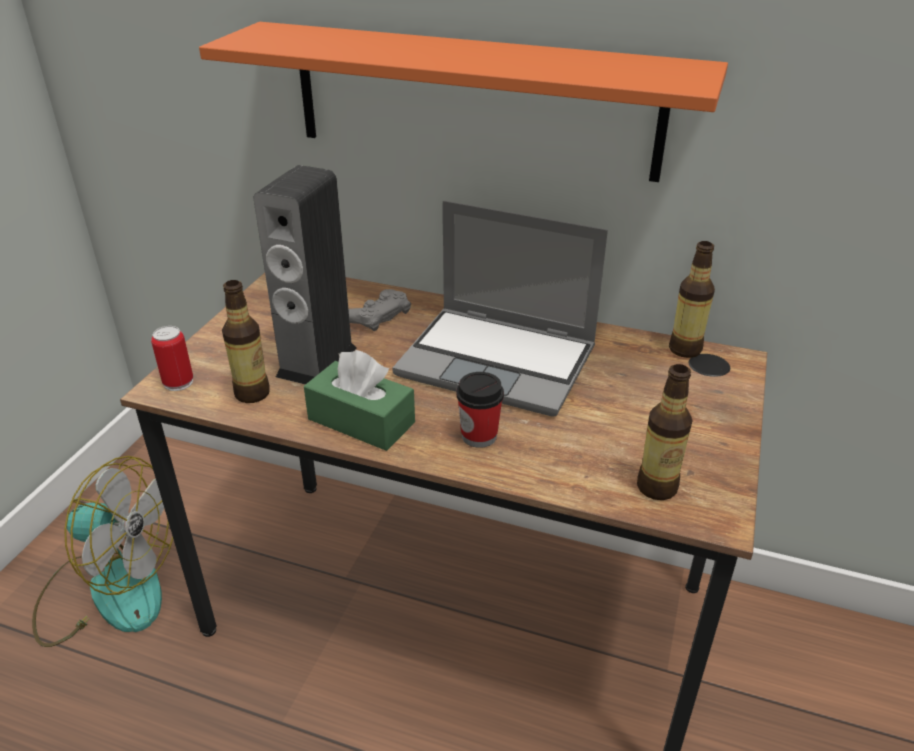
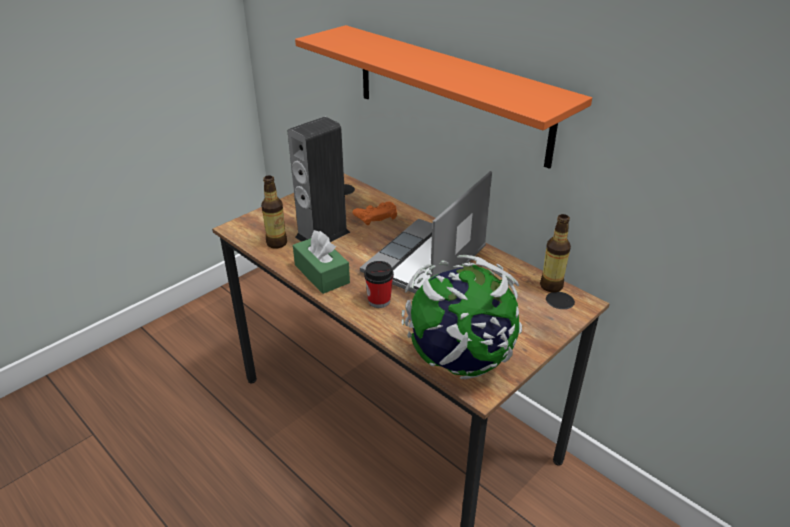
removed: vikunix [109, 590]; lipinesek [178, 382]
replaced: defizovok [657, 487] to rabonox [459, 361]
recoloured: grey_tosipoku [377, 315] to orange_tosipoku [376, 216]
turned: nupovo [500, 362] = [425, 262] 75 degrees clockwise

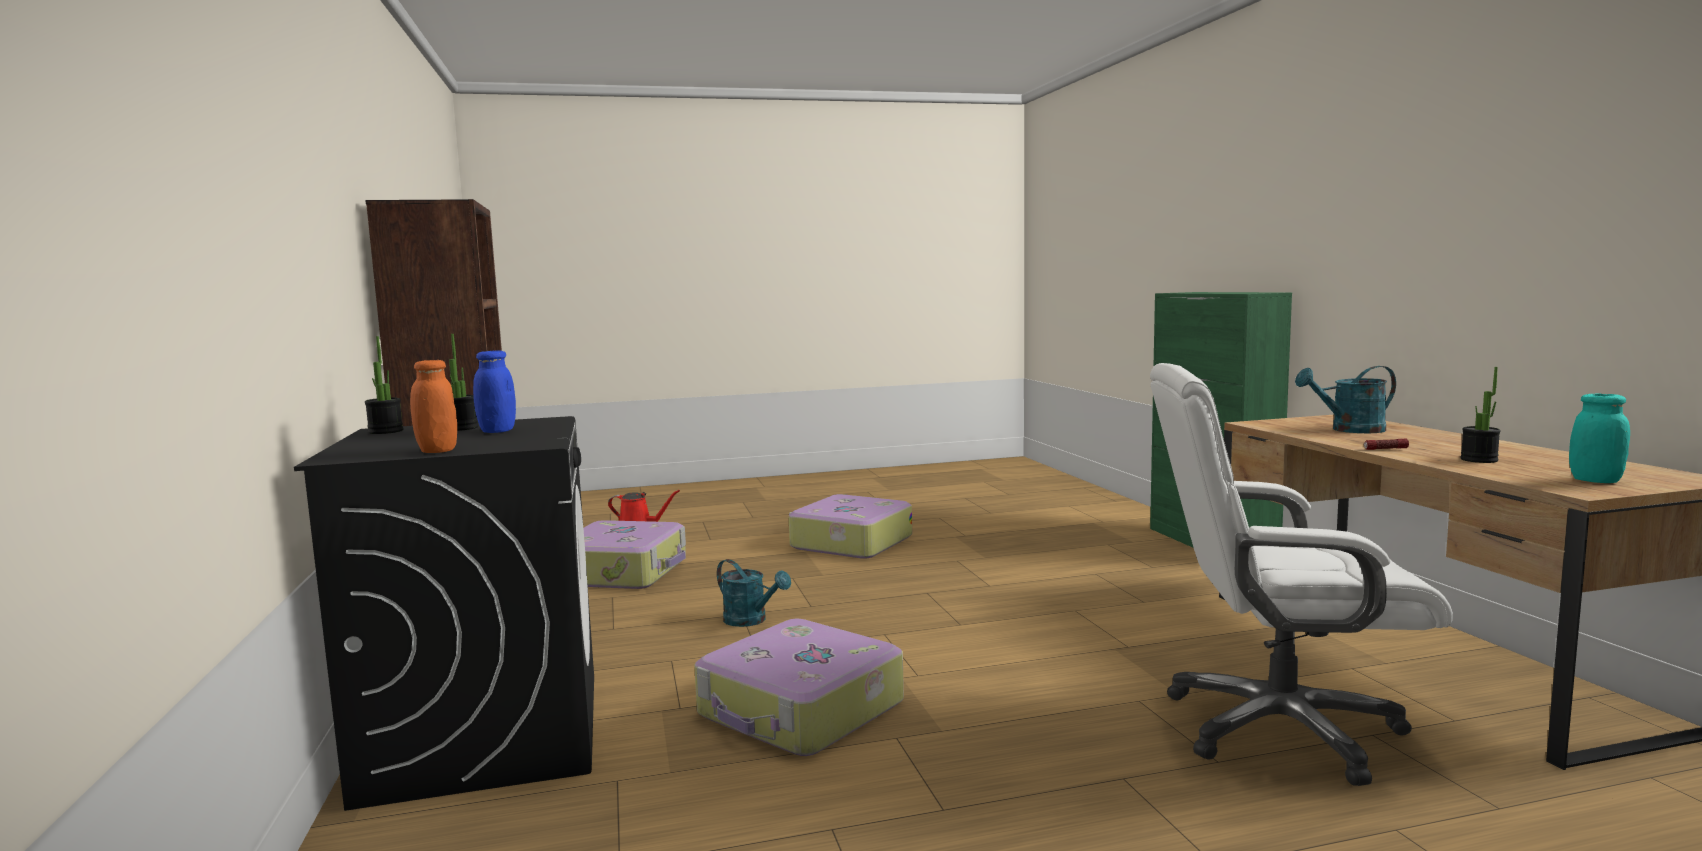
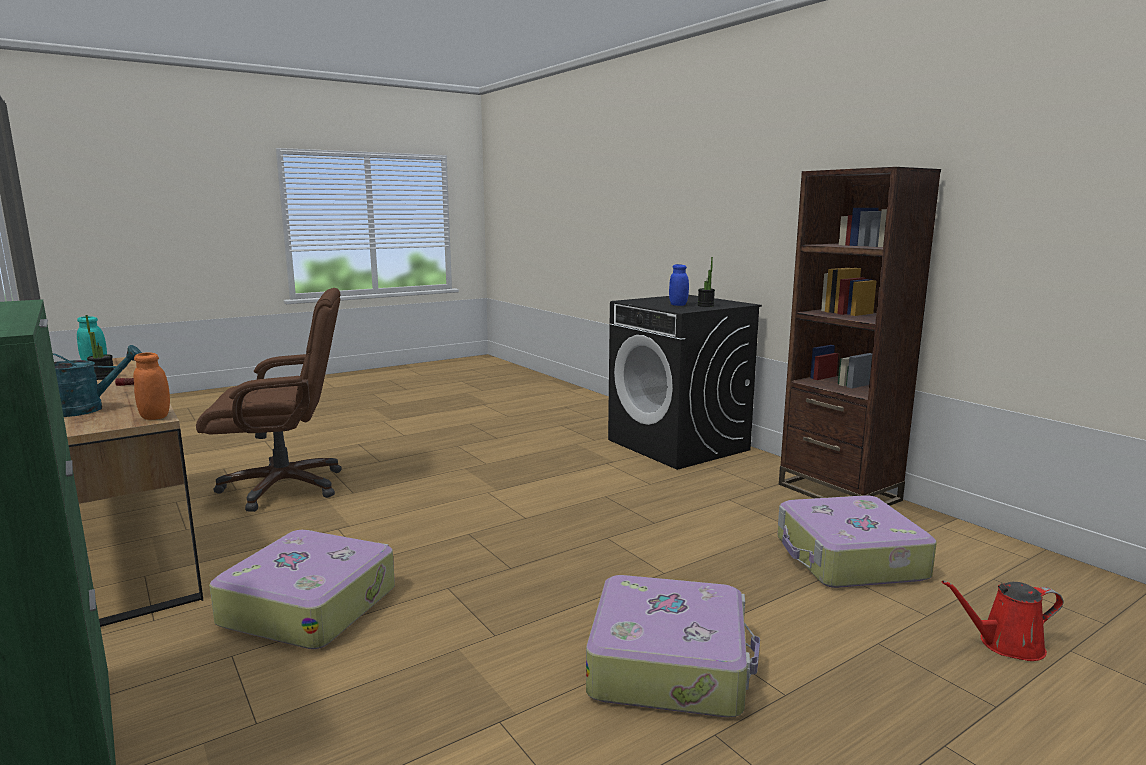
removed: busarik [385, 431]; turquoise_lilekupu [751, 621]
moved: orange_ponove [437, 451] to [155, 417]; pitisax [800, 711] to [309, 605]
recoloured: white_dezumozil [1278, 728] to brown_dezumozil [285, 487]

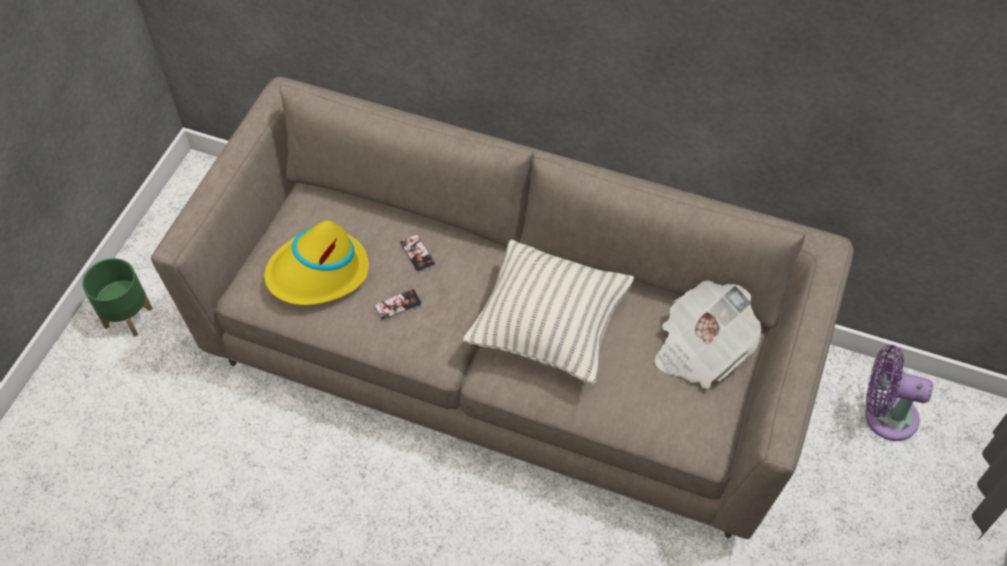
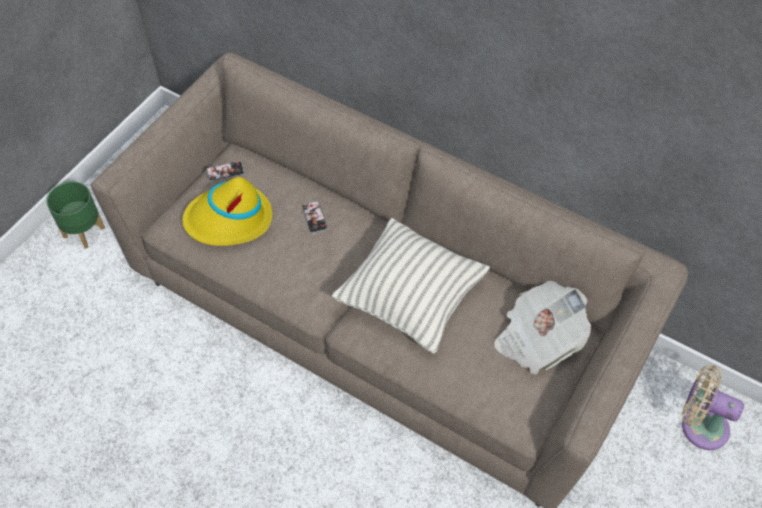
moved: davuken [398, 305] to [225, 172]
recoloured: purple_vikunix [885, 415] to beige_vikunix [699, 425]

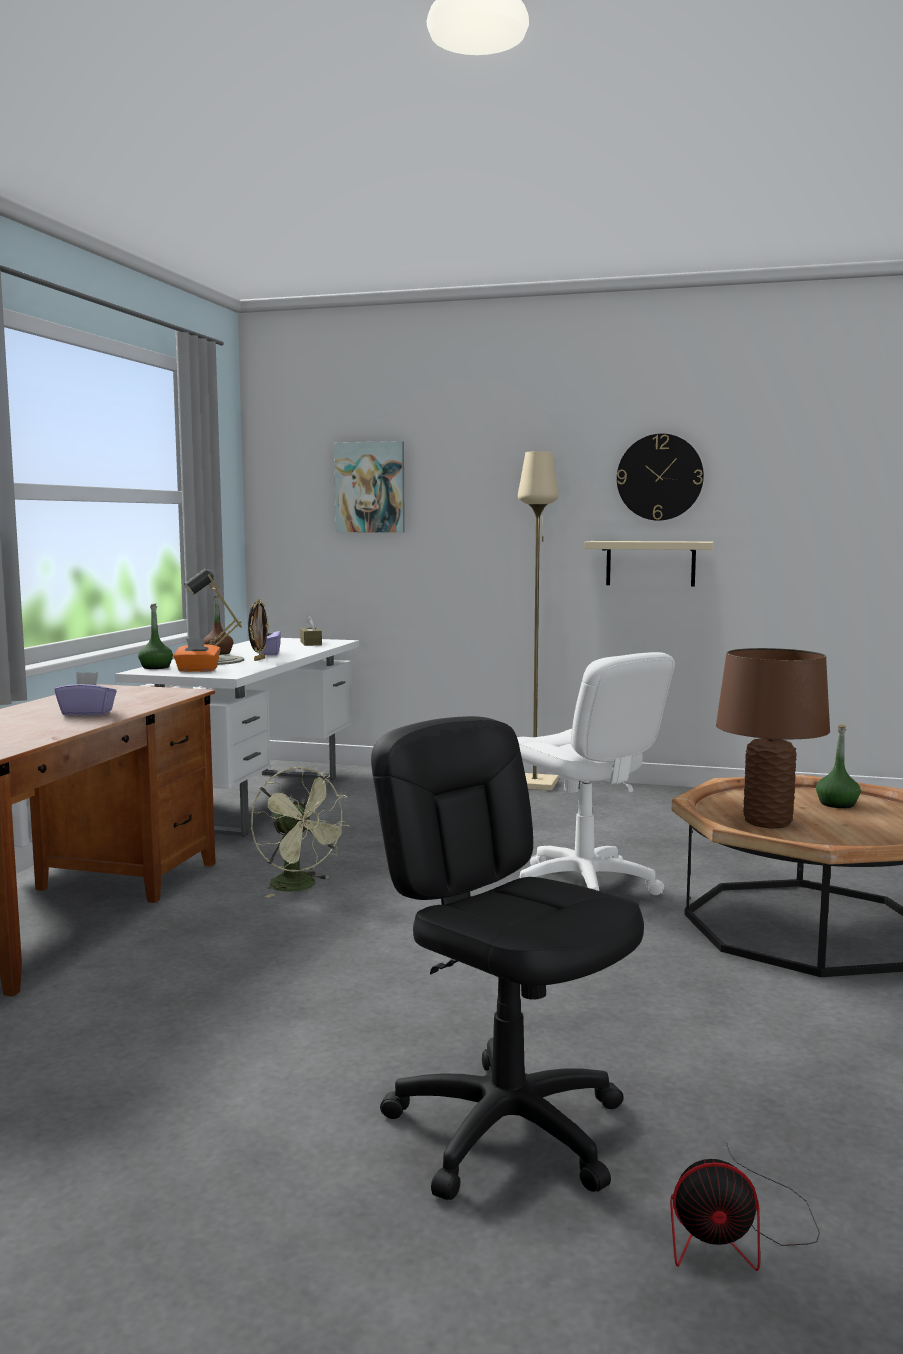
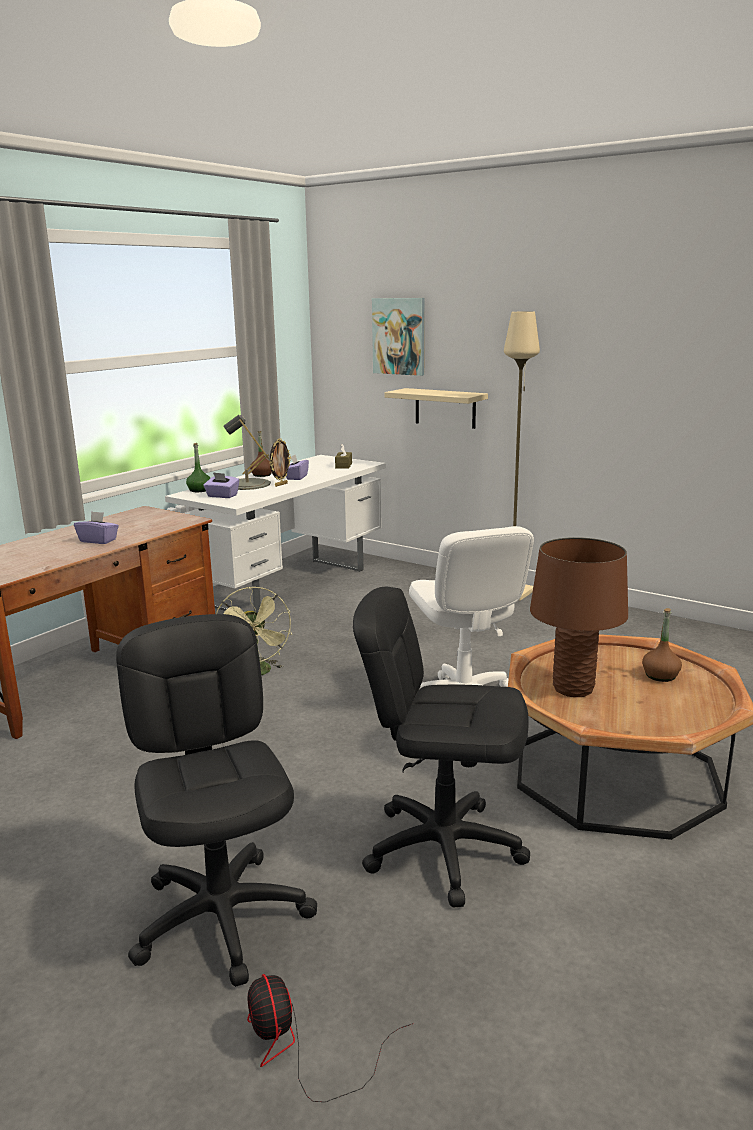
removed: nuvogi [659, 477]
added: black_dezumozil [443, 849]
moved: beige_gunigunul [650, 563] to [445, 408]
recoloured: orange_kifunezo [197, 670] to purple_kifunezo [222, 496]; green_defizovok [837, 804] to brown_defizovok [660, 675]
turned: vikunix [736, 1234] = [300, 1049] 45 degrees clockwise

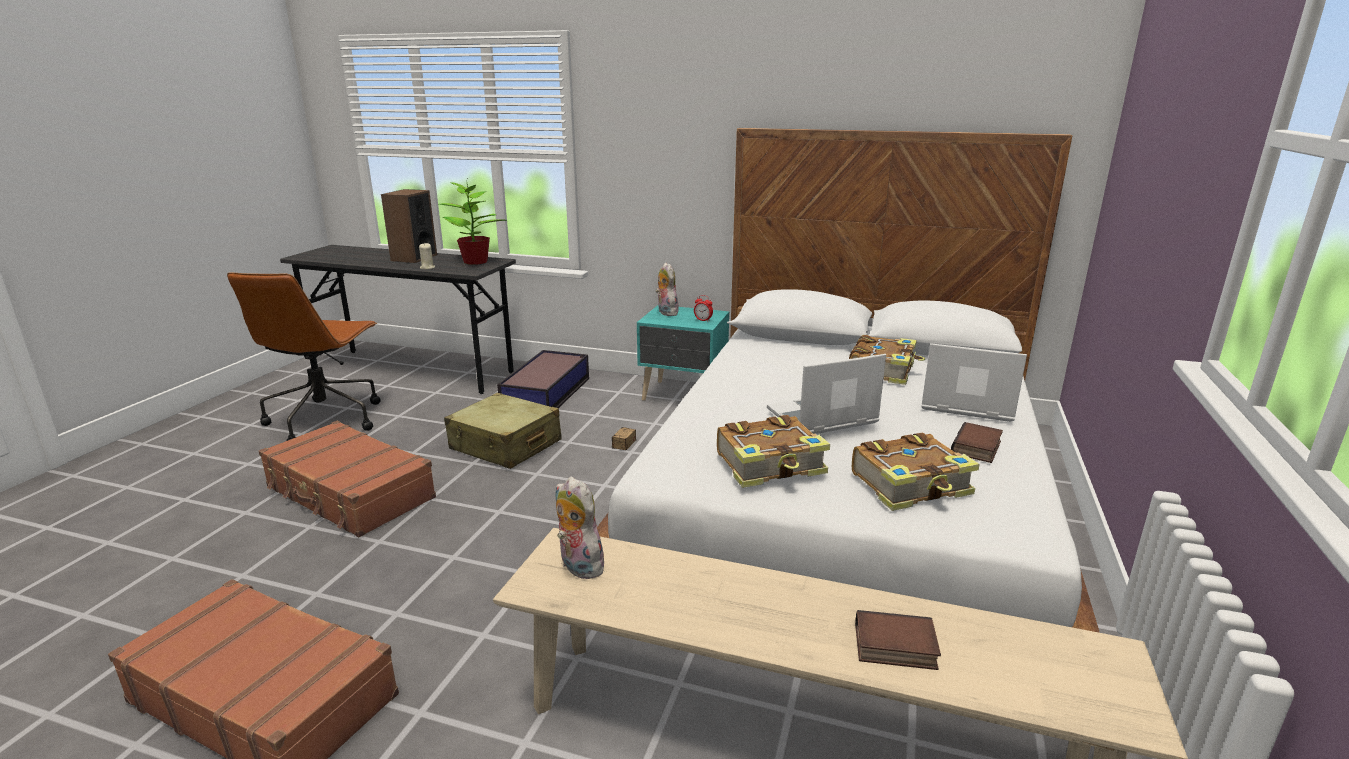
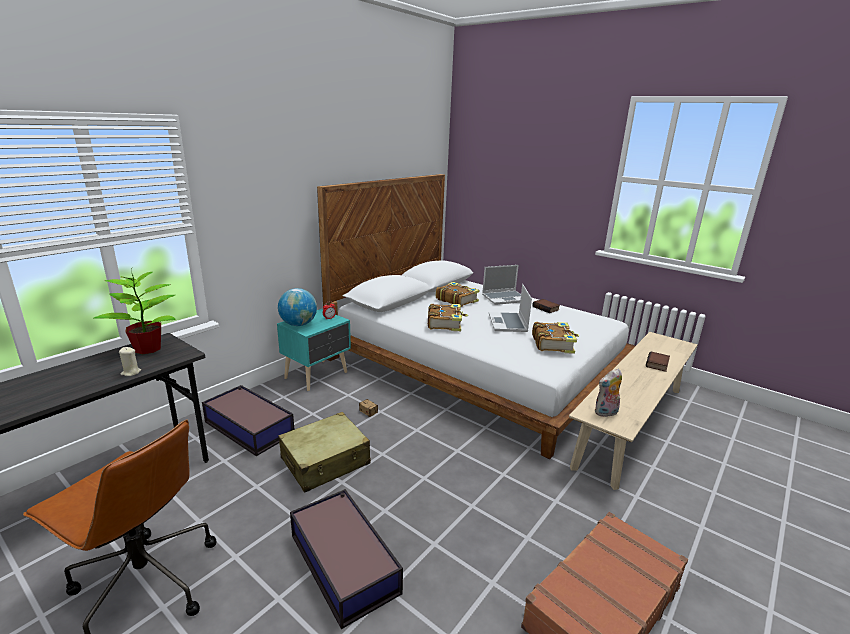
removed: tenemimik [414, 258]
moved: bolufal [912, 485] to [445, 323]
replaced: brown_pitisax [349, 493] to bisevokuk [343, 561]; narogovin [666, 312] to rabonox [298, 324]
turned: nupovo [965, 404] = [505, 298] 150 degrees counterclockwise

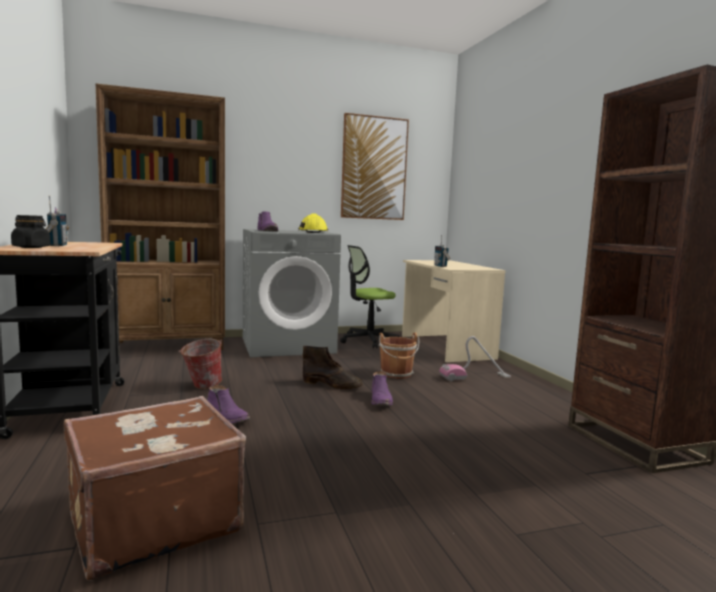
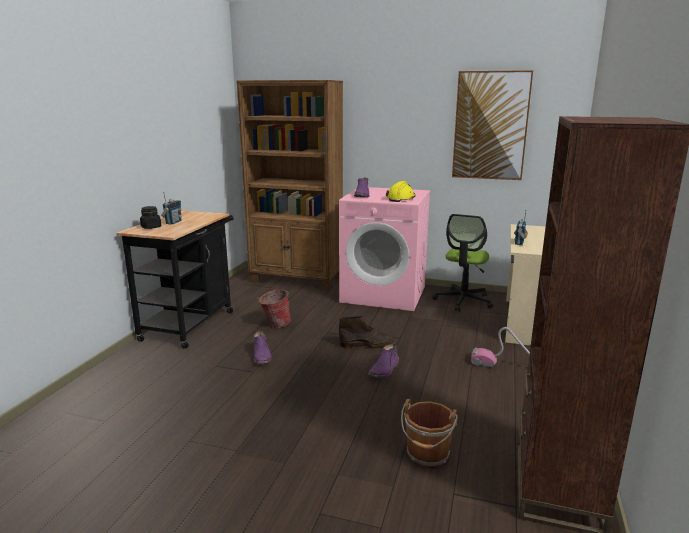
removed: brown_pitisax [152, 521]
moved: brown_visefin [397, 374] to [427, 455]
recoloured: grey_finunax [288, 345] to pink_finunax [384, 294]
turned: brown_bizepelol [332, 384] = [366, 344] 60 degrees counterclockwise; dezumozil [368, 340] = [463, 300] 75 degrees counterclockwise

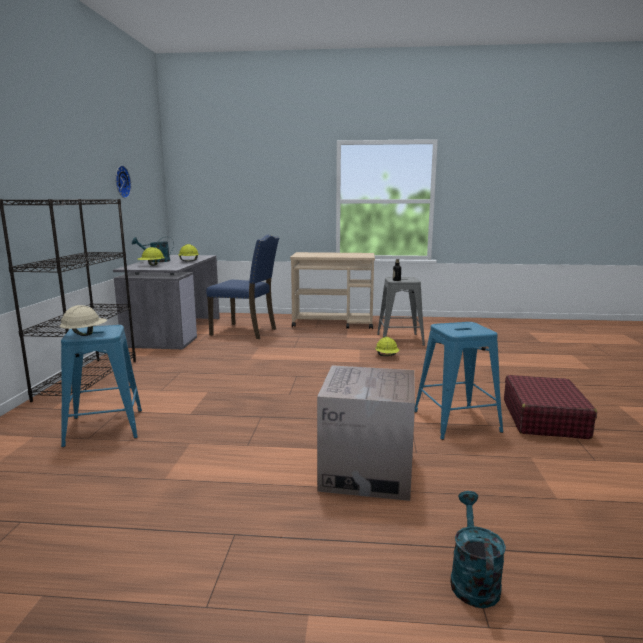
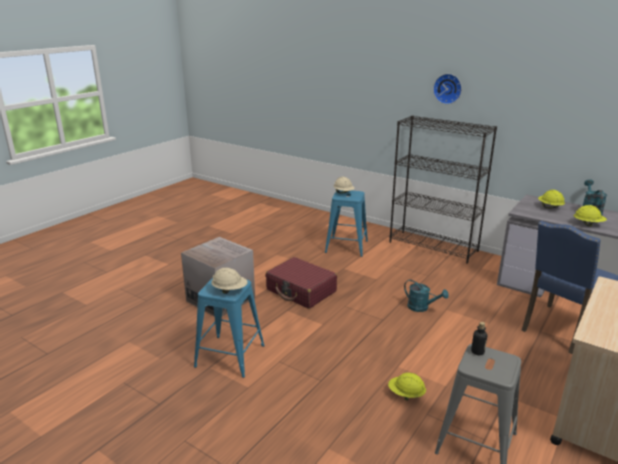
added: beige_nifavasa [230, 290]
moved: nuvogi [120, 181] to [448, 88]; turquoise_lilekupu [472, 579] to [422, 308]; red_pitisax [544, 418] to [301, 291]

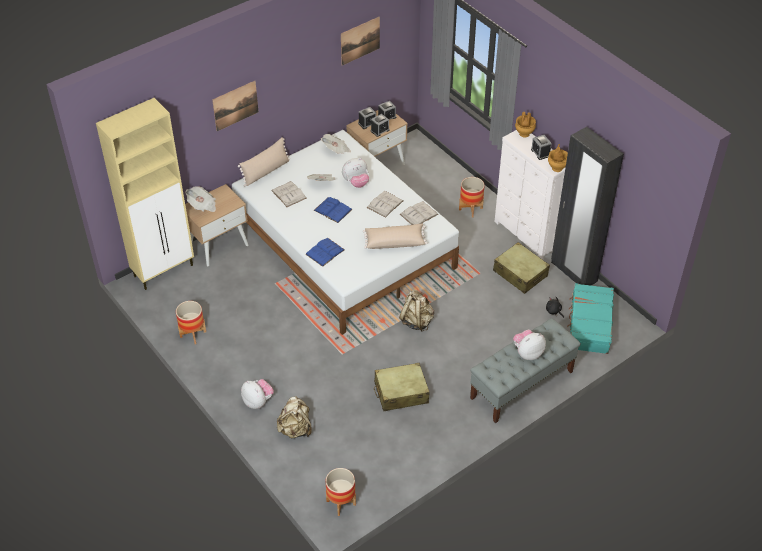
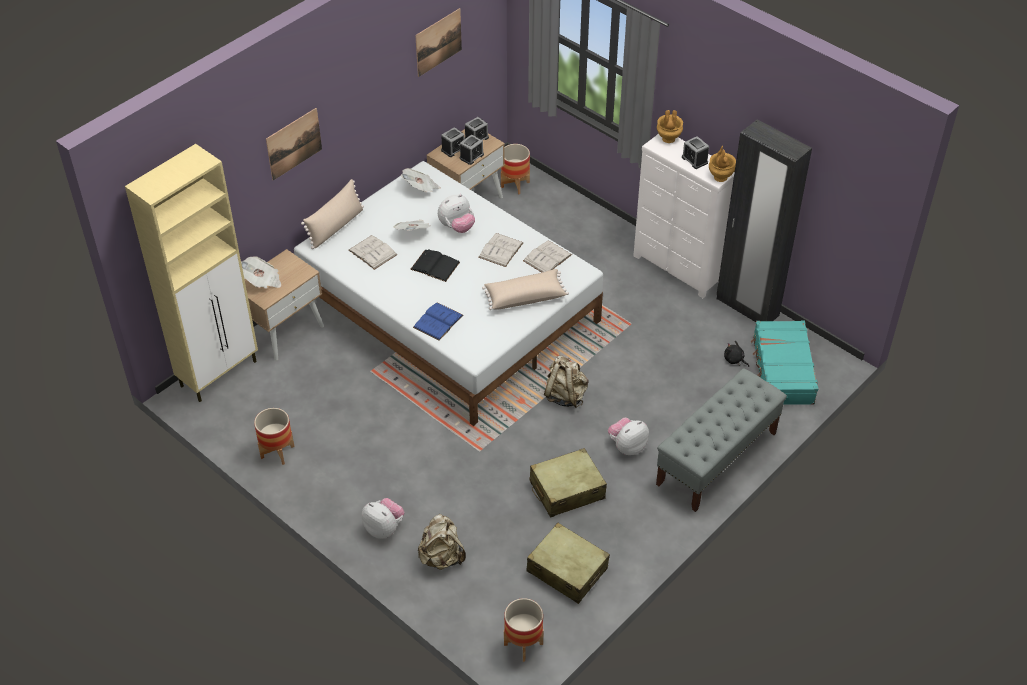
moved: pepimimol [470, 209] to [515, 184]; beige_pitisax [520, 273] to [567, 570]; narogovin [527, 353] to [627, 446]
recoloured: blue_bolufal [332, 210] to black_bolufal [435, 265]

